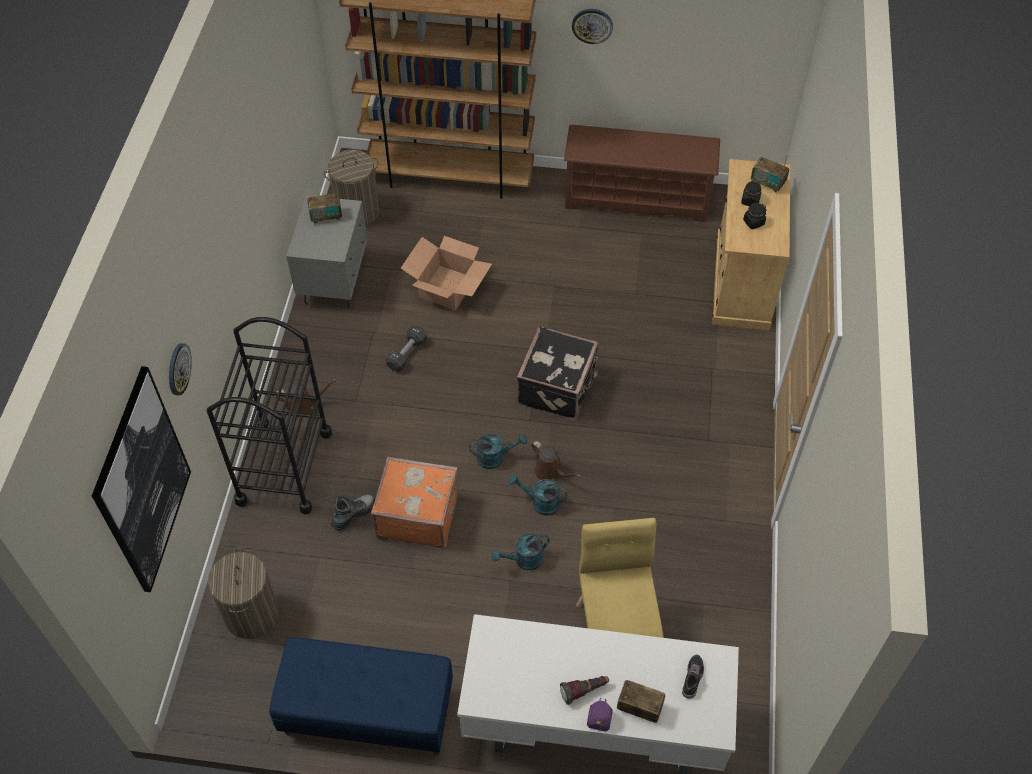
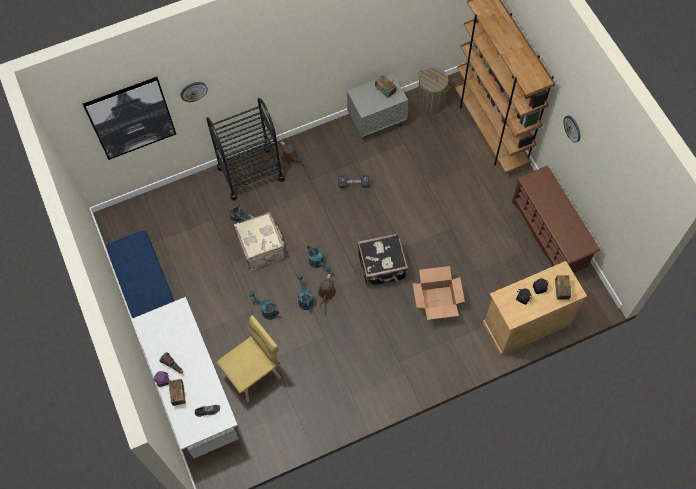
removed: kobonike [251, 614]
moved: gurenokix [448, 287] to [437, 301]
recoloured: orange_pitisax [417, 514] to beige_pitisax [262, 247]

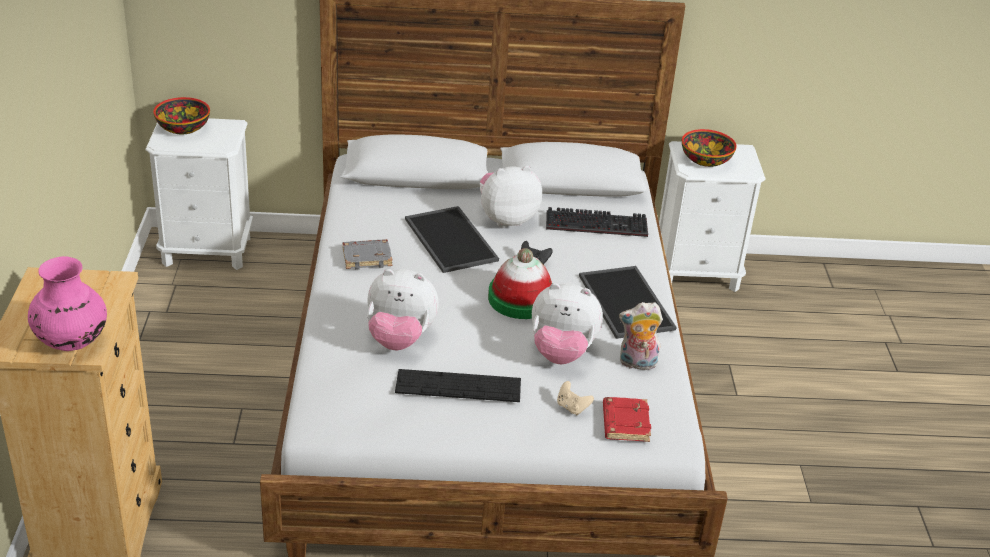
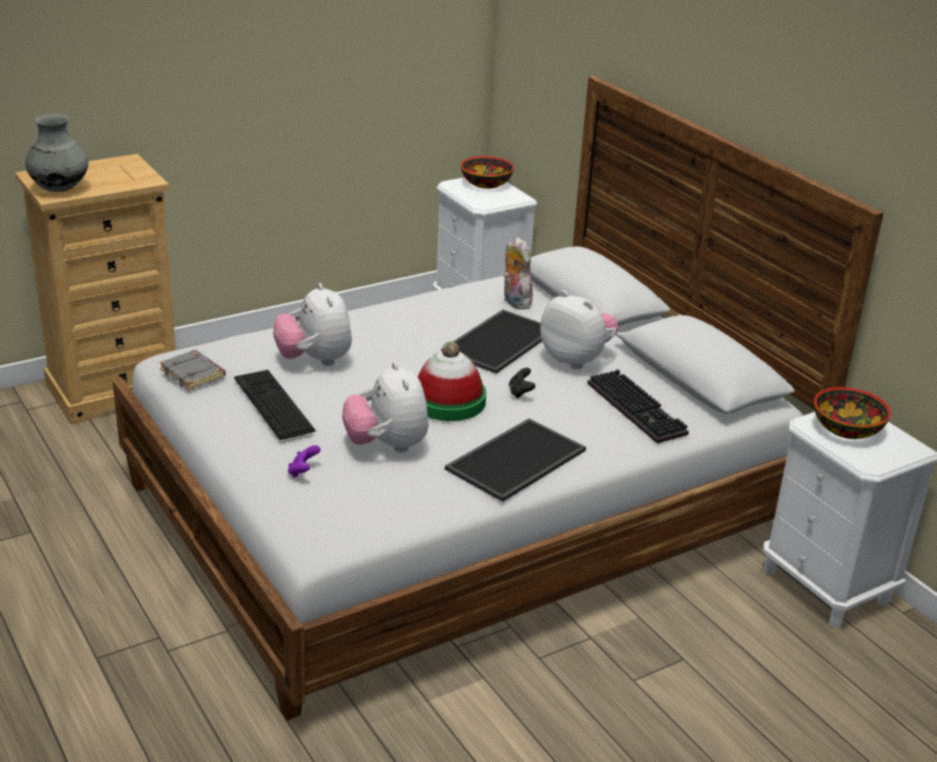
removed: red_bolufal [624, 423]
moved: grey_bolufal [367, 257] to [194, 374]; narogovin [637, 364] to [514, 302]
recoloured: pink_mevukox [71, 342] to grey_mevukox [59, 189]; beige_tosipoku [572, 407] to purple_tosipoku [303, 472]

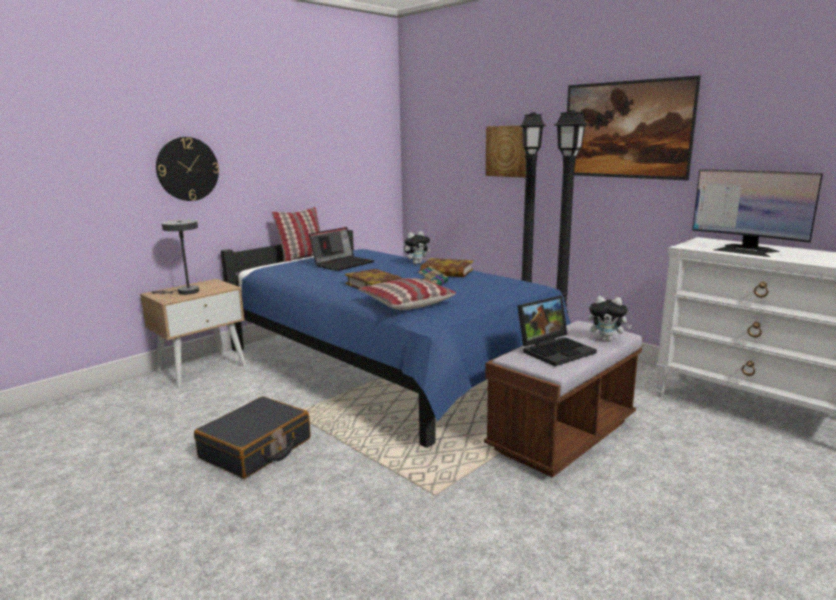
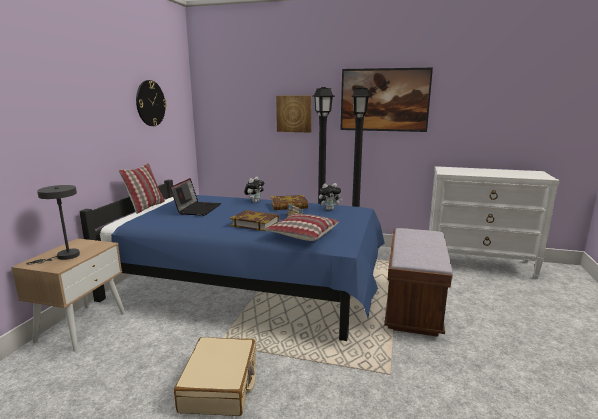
removed: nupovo [555, 350]; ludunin [746, 250]
moved: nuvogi [187, 169] to [150, 103]; narogovin [607, 340] to [329, 209]
recoloured: black_pitisax [256, 449] to beige_pitisax [220, 385]

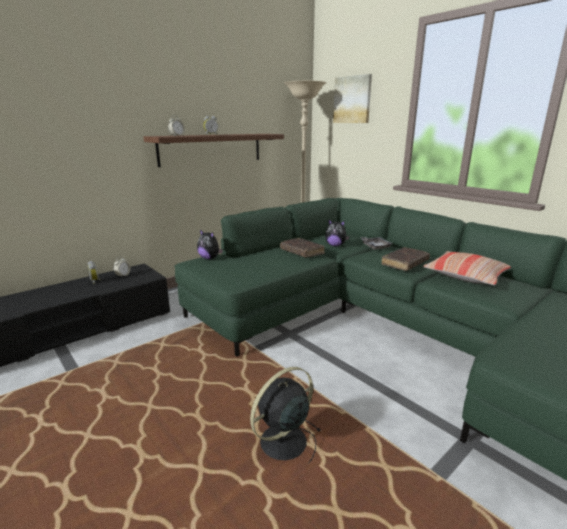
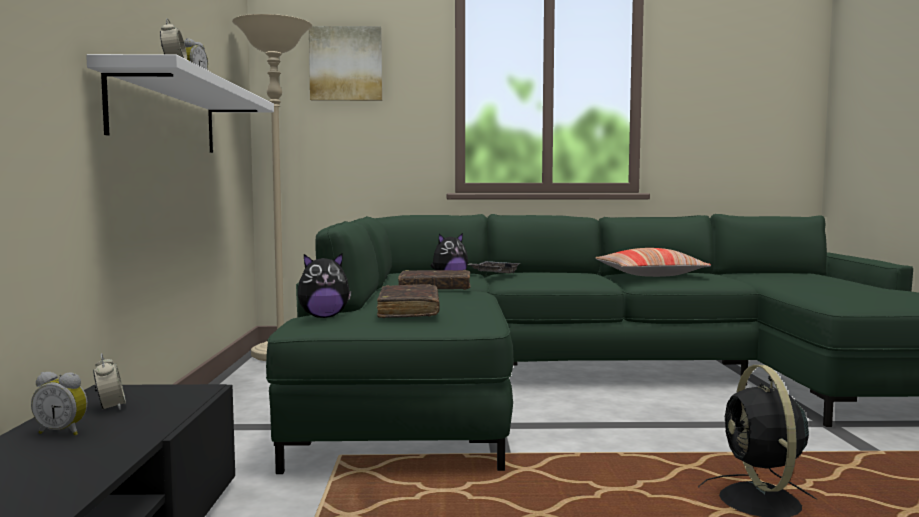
moved: brown_bolufal [405, 263] to [408, 311]
recoloured: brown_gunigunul [211, 149] to white_gunigunul [166, 115]

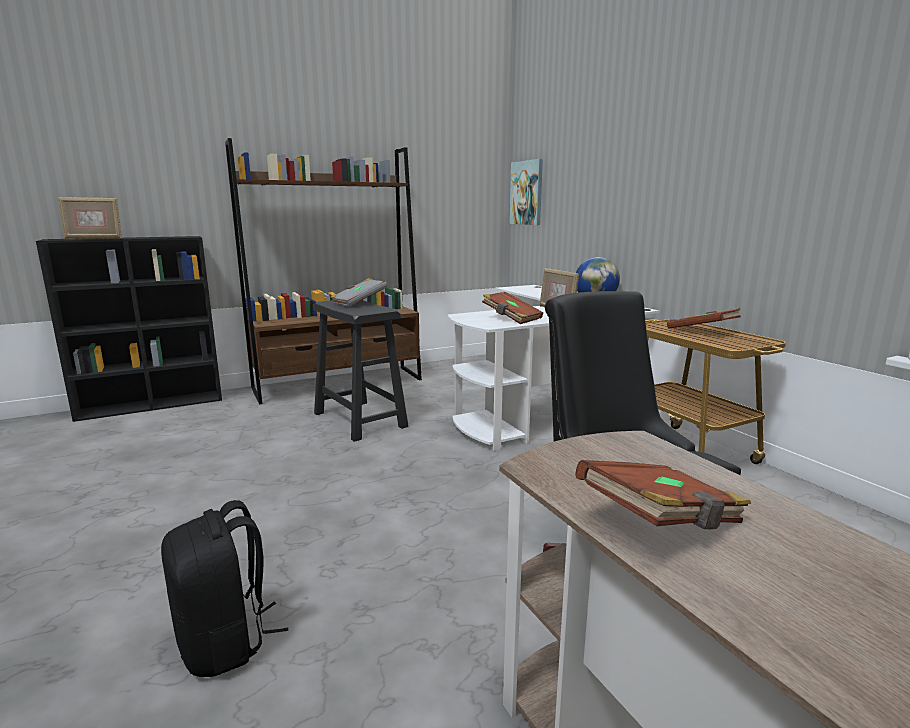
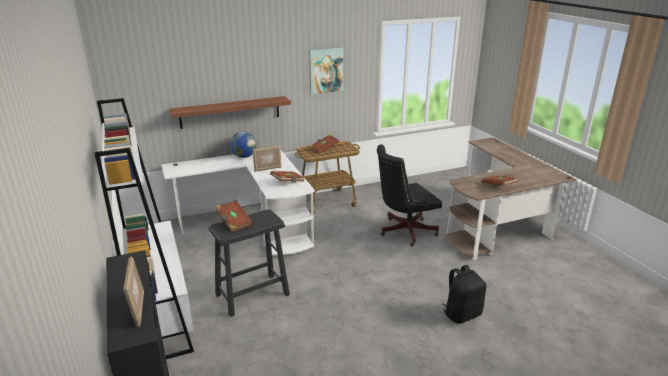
added: gunigunul [230, 112]
moved: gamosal [527, 193] to [326, 70]
recoloured: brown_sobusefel [339, 384] to white_sobusefel [160, 310]; grey_bolufal [359, 302] to brown_bolufal [234, 222]

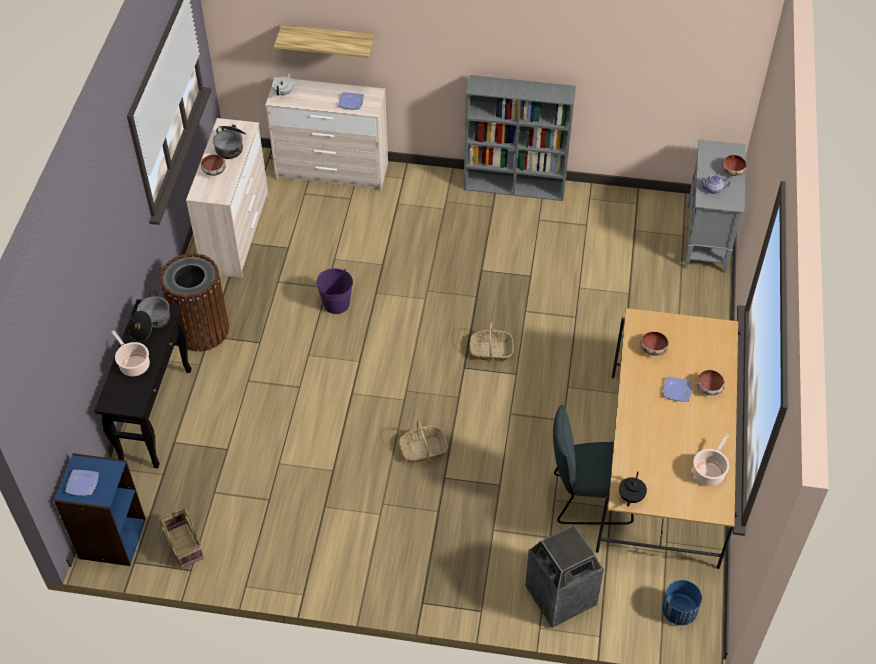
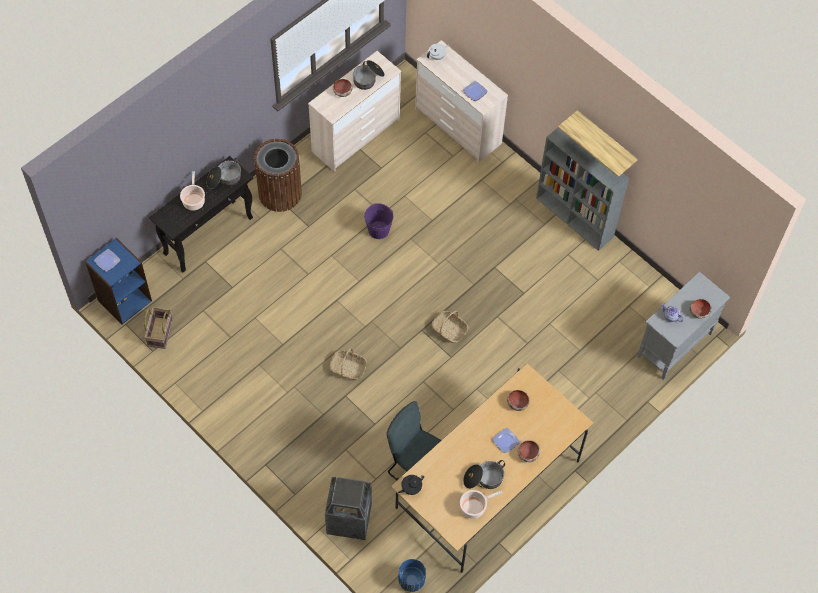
added: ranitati [483, 479]
moved: gunigunul [328, 40] to [605, 141]

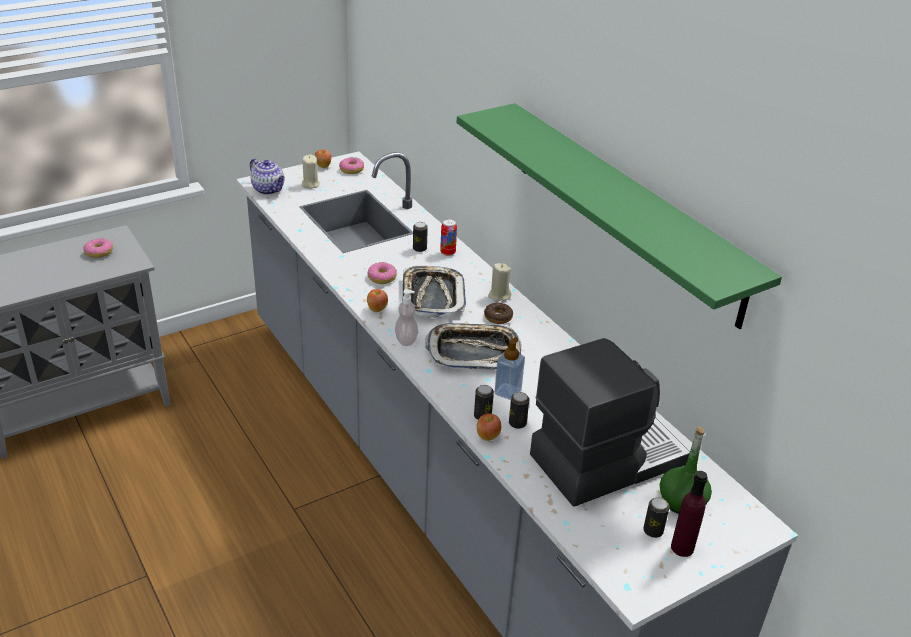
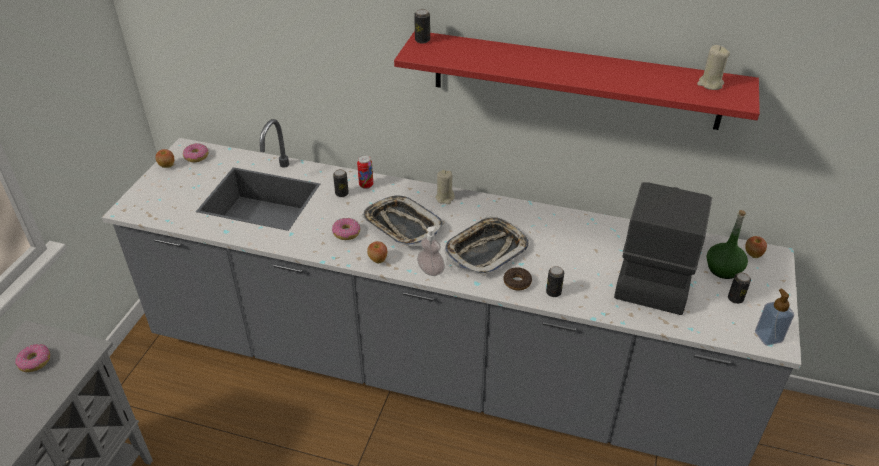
removed: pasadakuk [269, 189]; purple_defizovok [682, 547]
moved: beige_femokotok [310, 184] to [710, 84]; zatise [487, 436] to [752, 254]; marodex [498, 317] to [517, 282]; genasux [507, 392] to [768, 337]; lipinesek [517, 423] to [422, 40]
recoloured: green_gunigunul [625, 209] to red_gunigunul [575, 80]

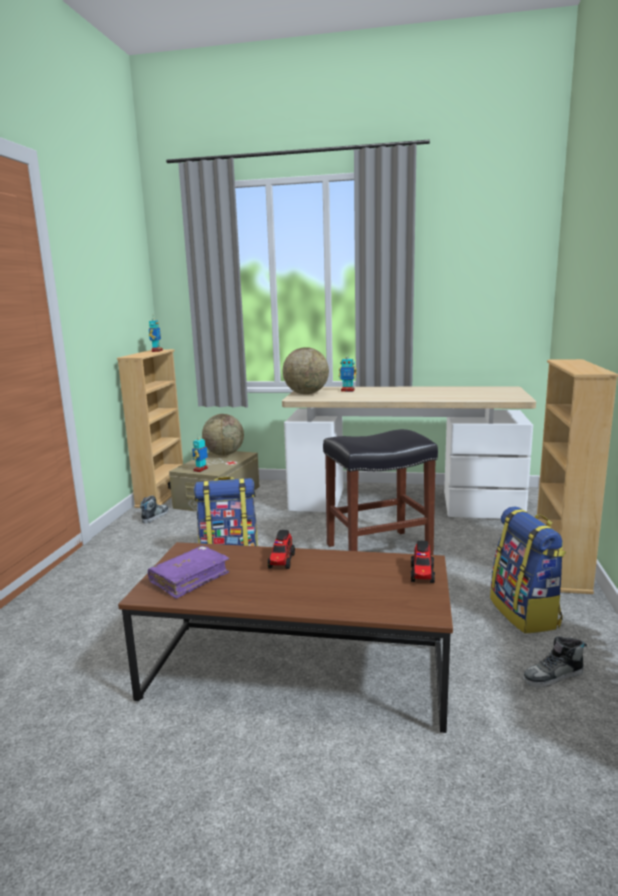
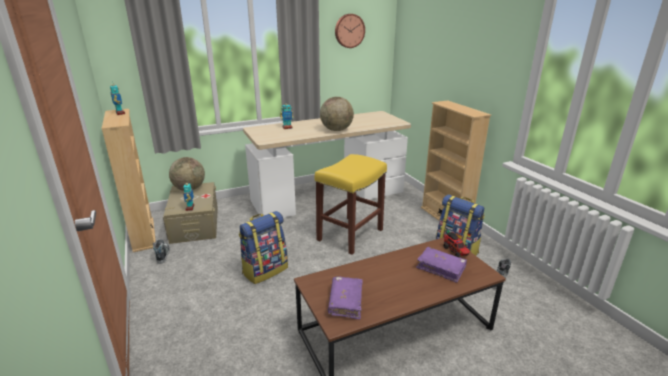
removed: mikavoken [281, 561]
added: nuvogi [349, 31]; purple_bolufal [441, 268]
moved: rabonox [306, 393] to [336, 130]
recoloured: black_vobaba [377, 551] to yellow_vobaba [350, 235]

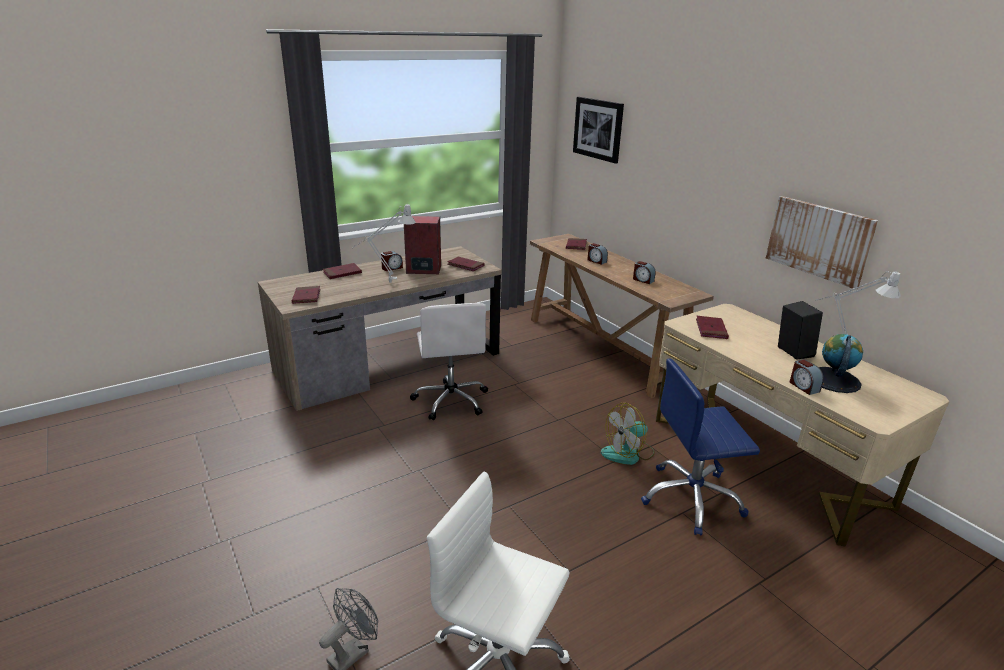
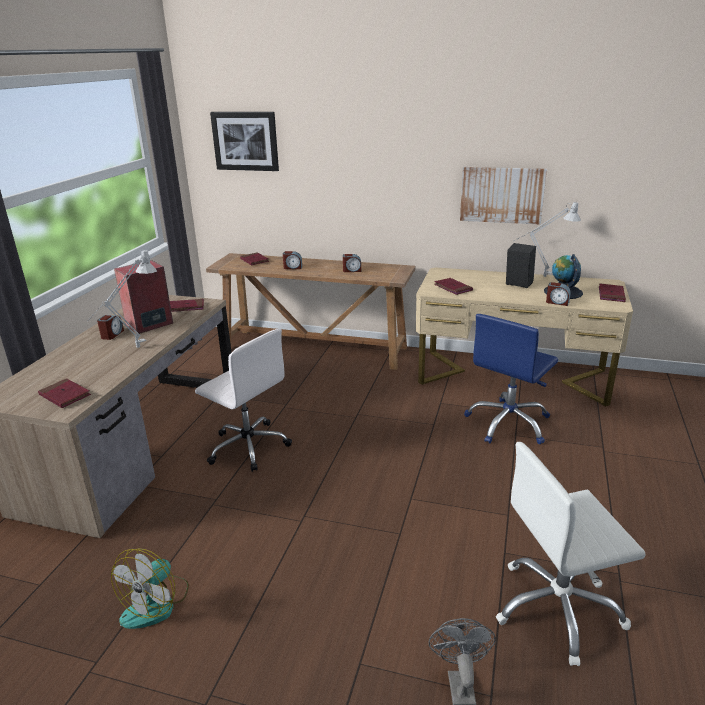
moved: red_bolufal [342, 273] to [611, 295]; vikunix [628, 453] to [156, 603]

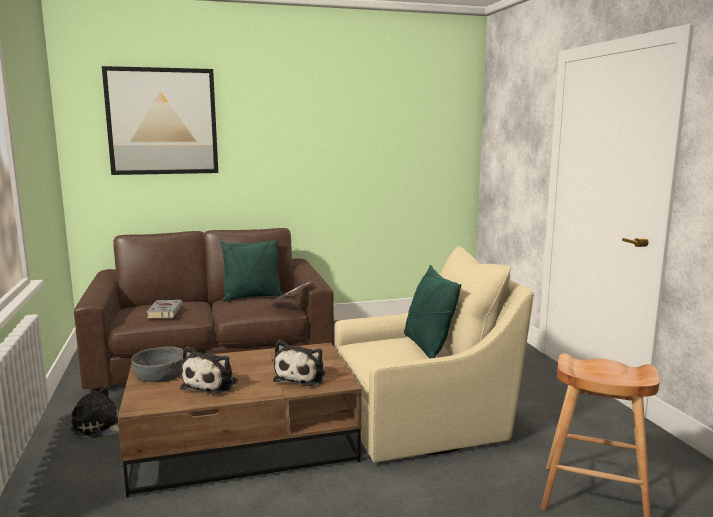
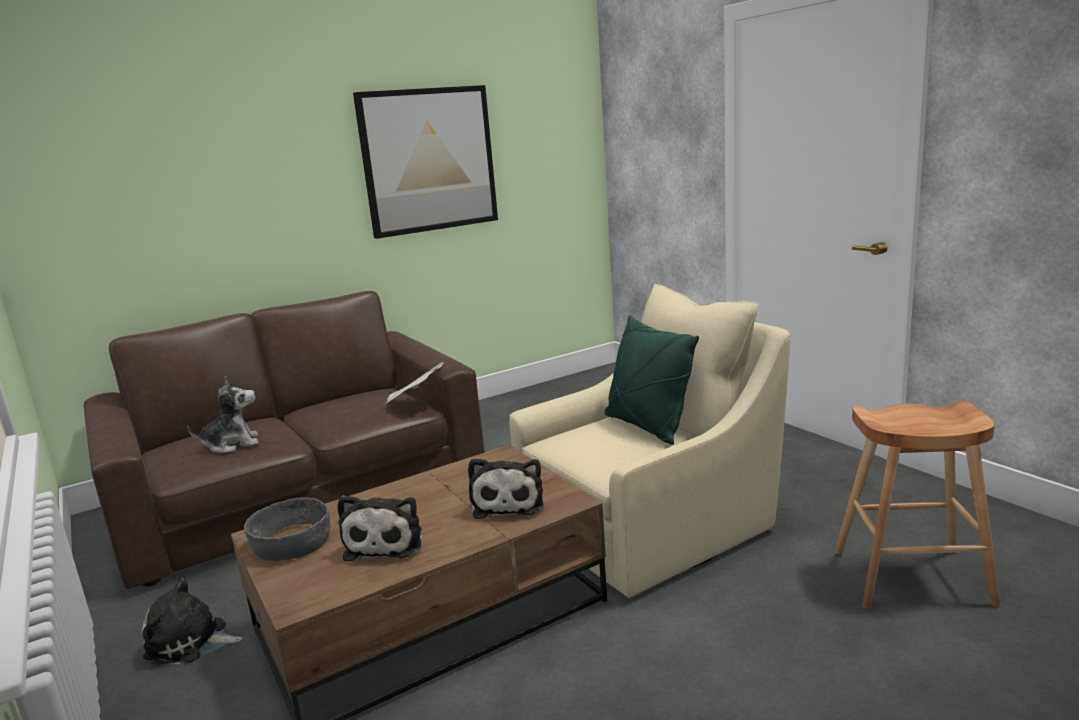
removed: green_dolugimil [252, 297]
moved: gamosal [162, 121] to [428, 160]
replaced: grey_bolufal [165, 311] to narogovin [232, 444]

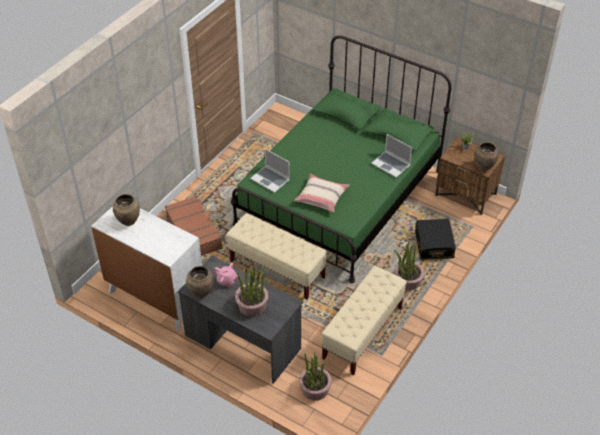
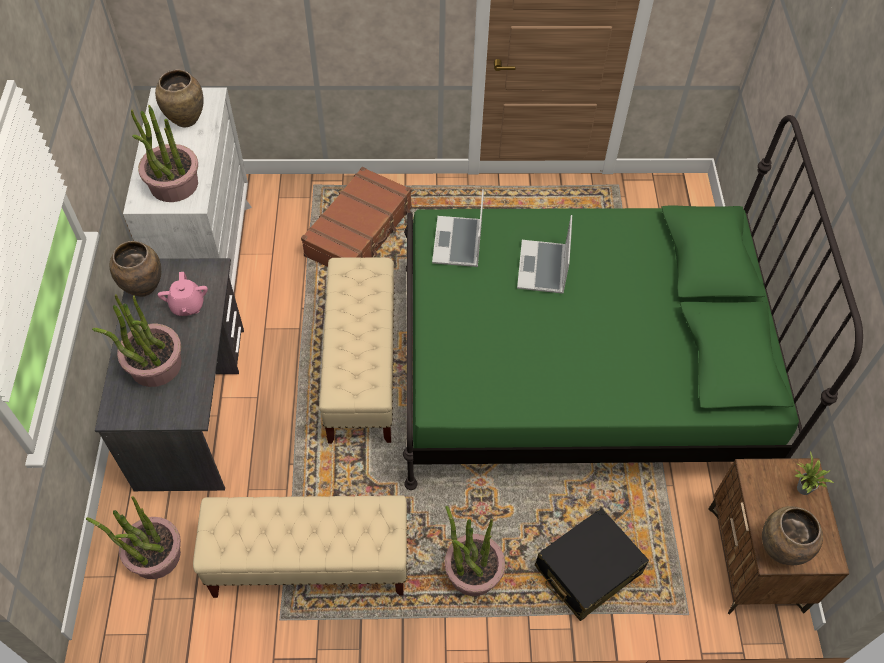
removed: beige_dolugimil [321, 197]
added: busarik [173, 184]
moved: nupovo [391, 165] to [543, 269]

